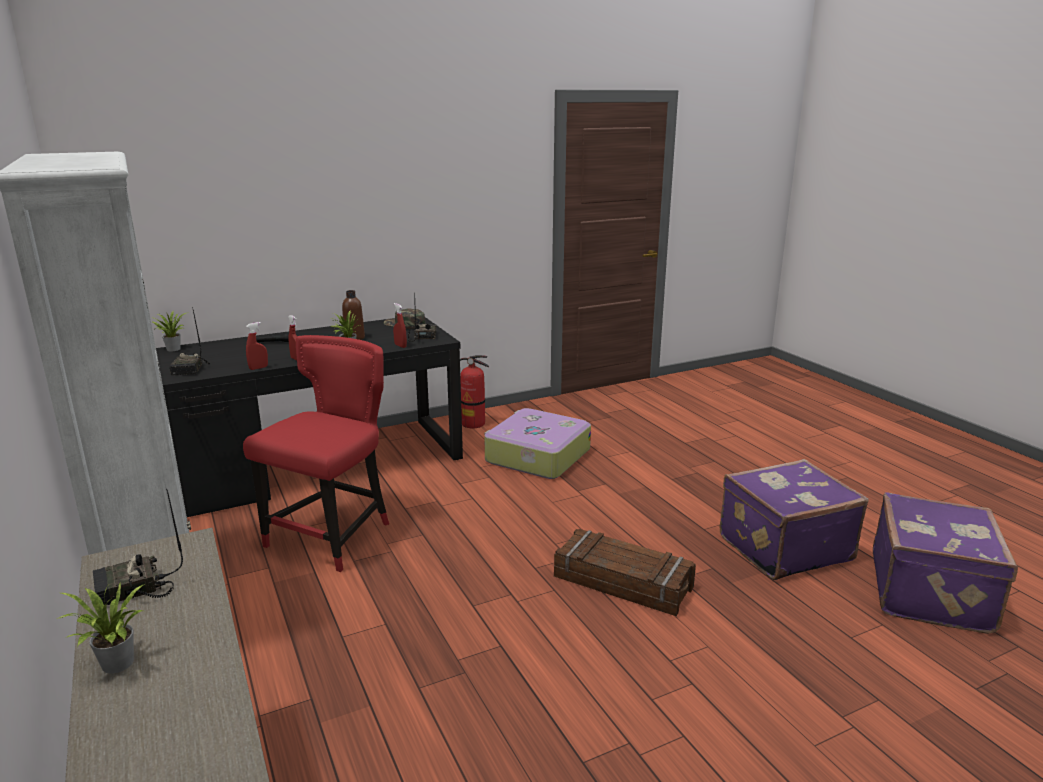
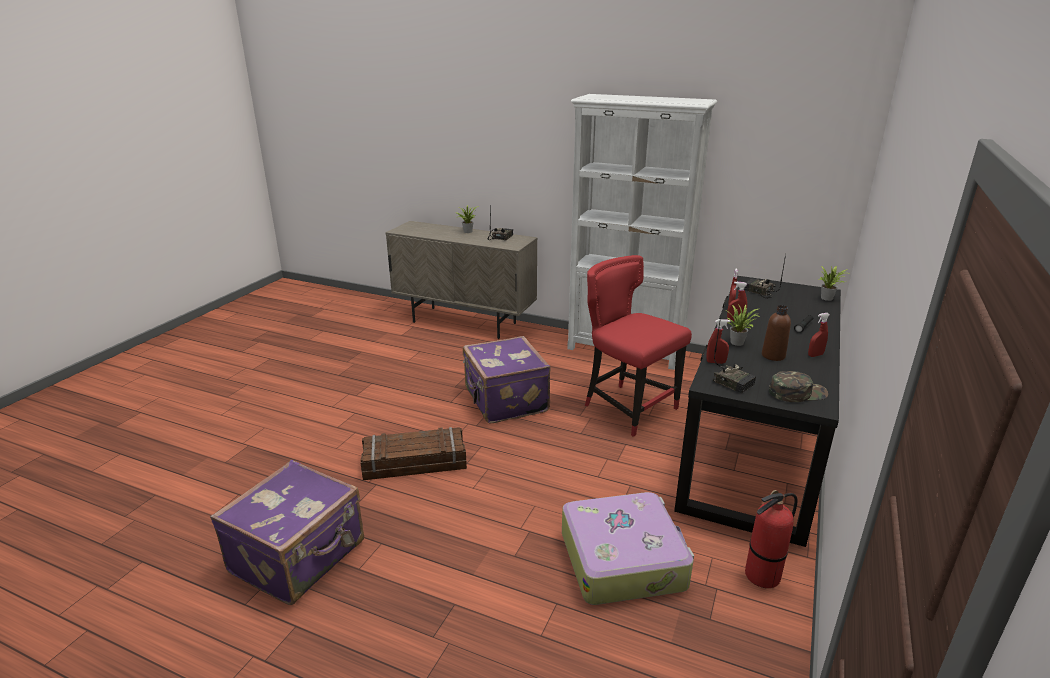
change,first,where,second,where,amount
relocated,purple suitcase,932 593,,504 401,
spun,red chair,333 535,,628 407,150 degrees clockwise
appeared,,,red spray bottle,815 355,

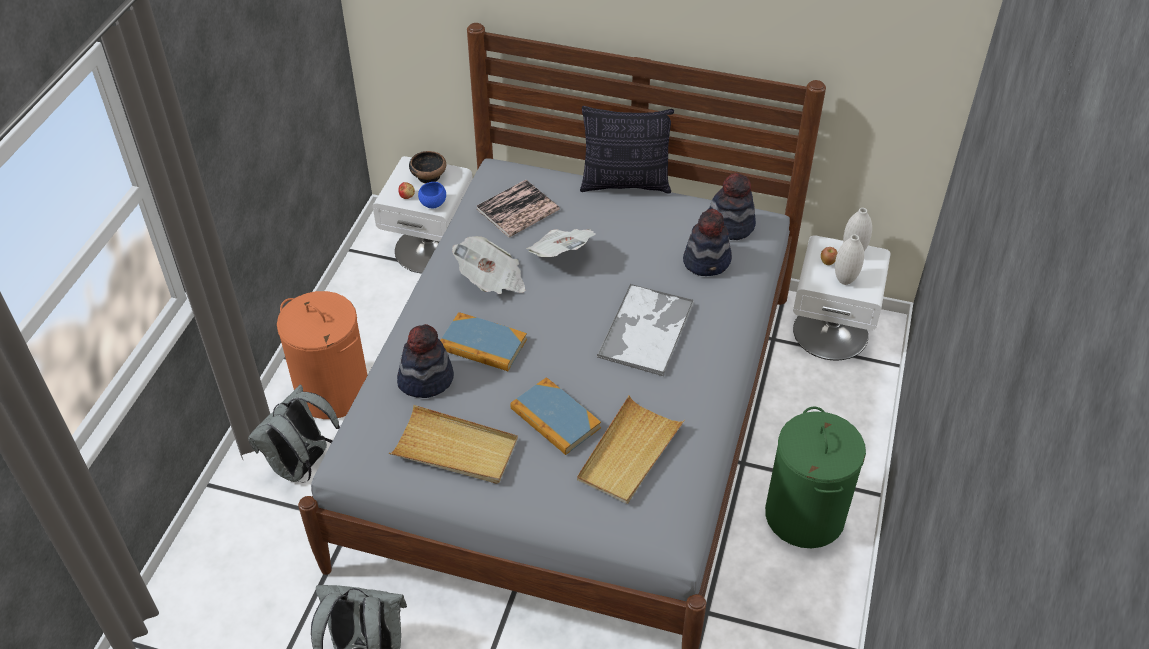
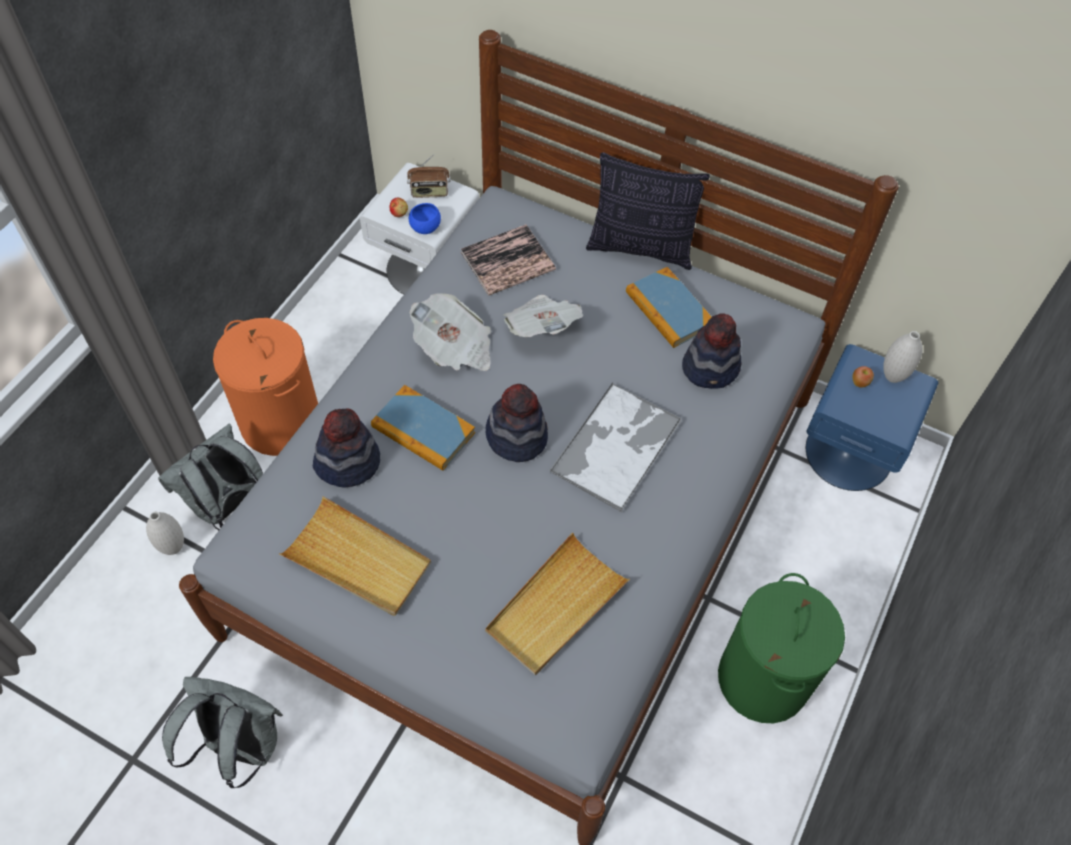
change,first,where,second,where,amount
relocated,white vase,845 280,,173 547,
exchanged,bowl,429 176,radio,429 192,
relocated,hat,729 225,,516 437,
relocated,book,555 418,,668 310,
colour,white nightstand,830 331,blue nightstand,849 452,

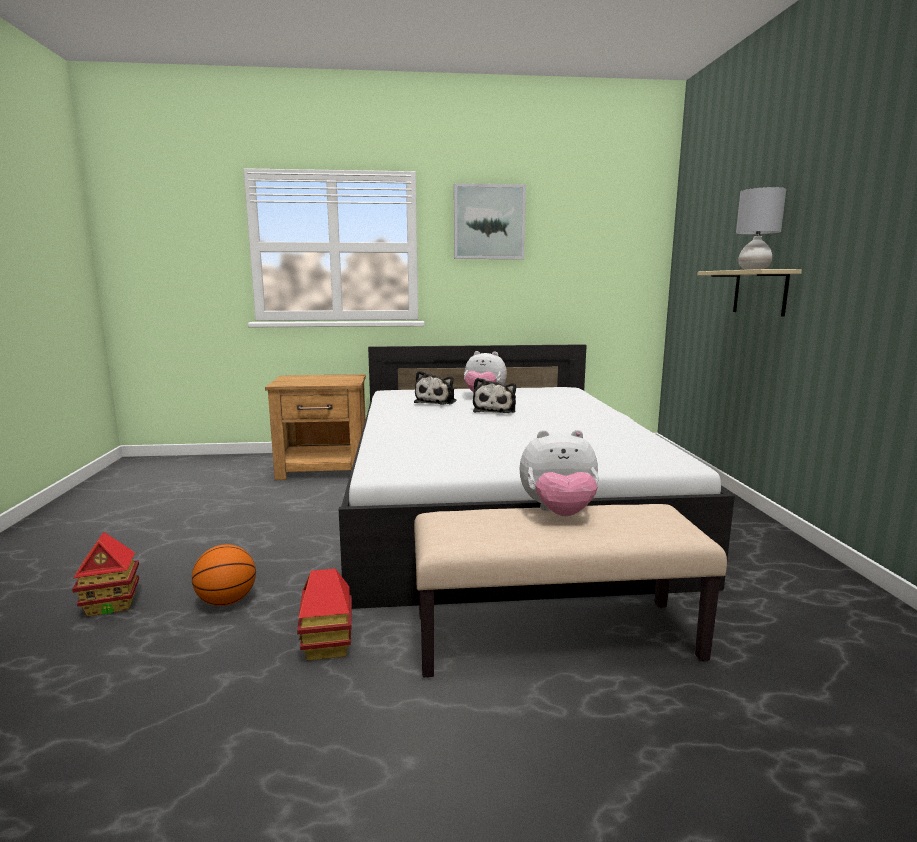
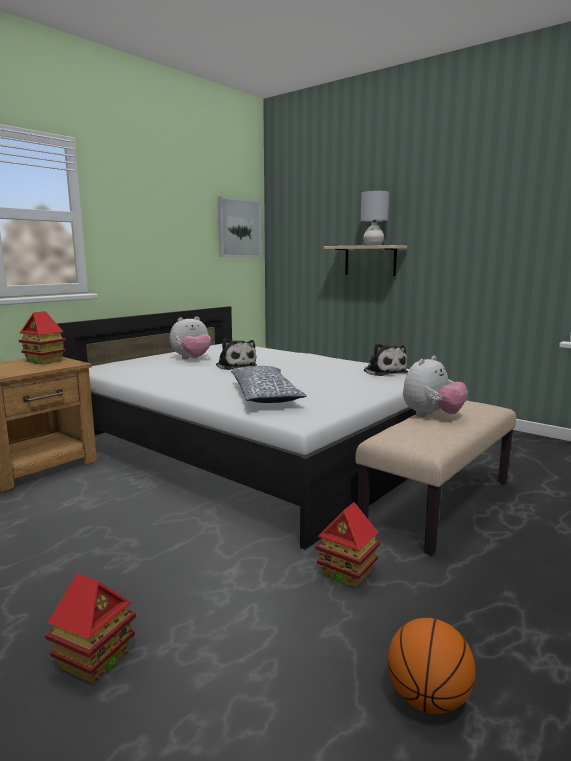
change,first,where,second,where,amount
appeared,,,toy house,45 361,
relocated,picture,489 222,,238 228,
appeared,,,pillow,265 396,
relocated,plush toy,437 402,,384 372,
relocated,basketball,227 601,,427 698,

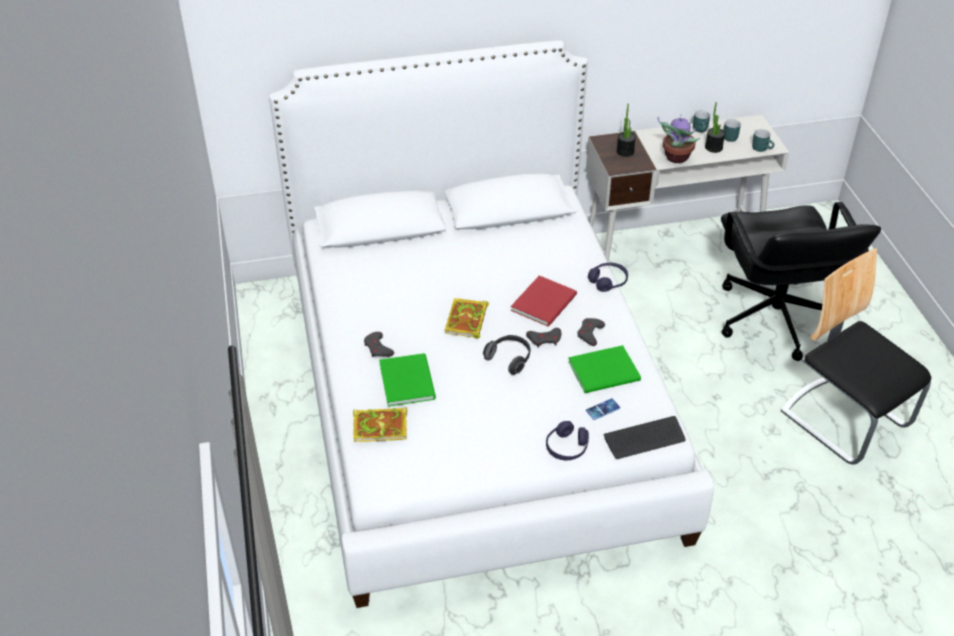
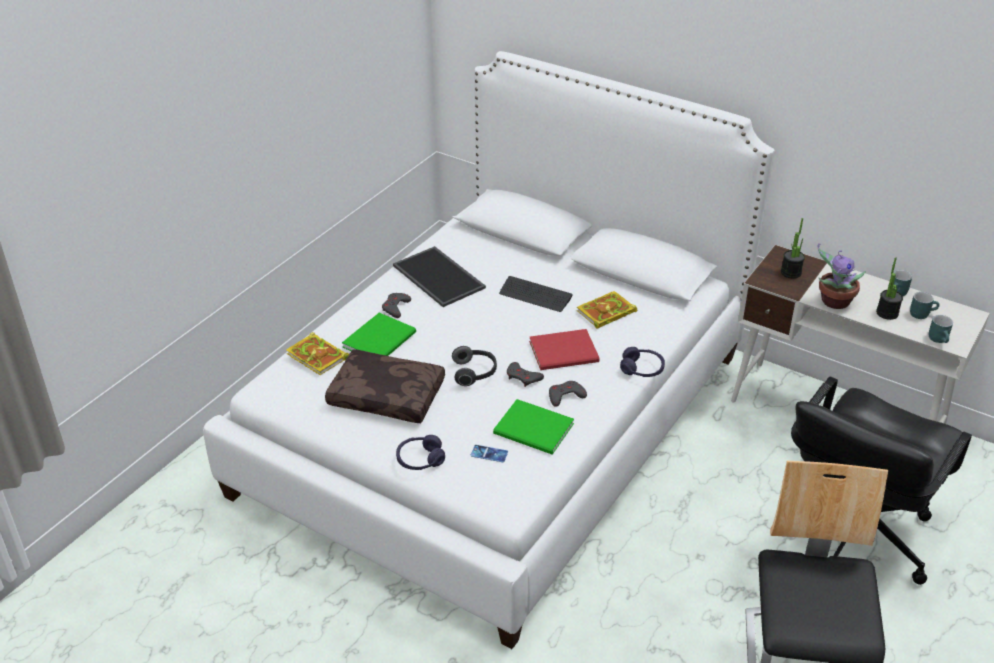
change,first,where,second,where,amount
appeared,,,brown pillow,388 395,
appeared,,,tray,440 277,
relocated,keyboard,644 439,,535 295,
relocated,book,467 321,,605 313,

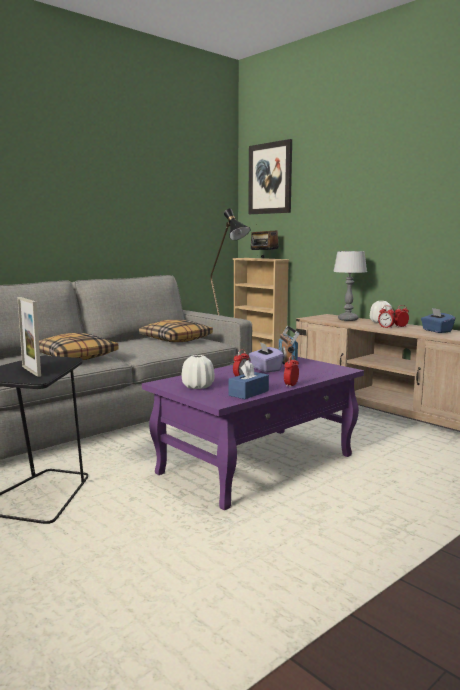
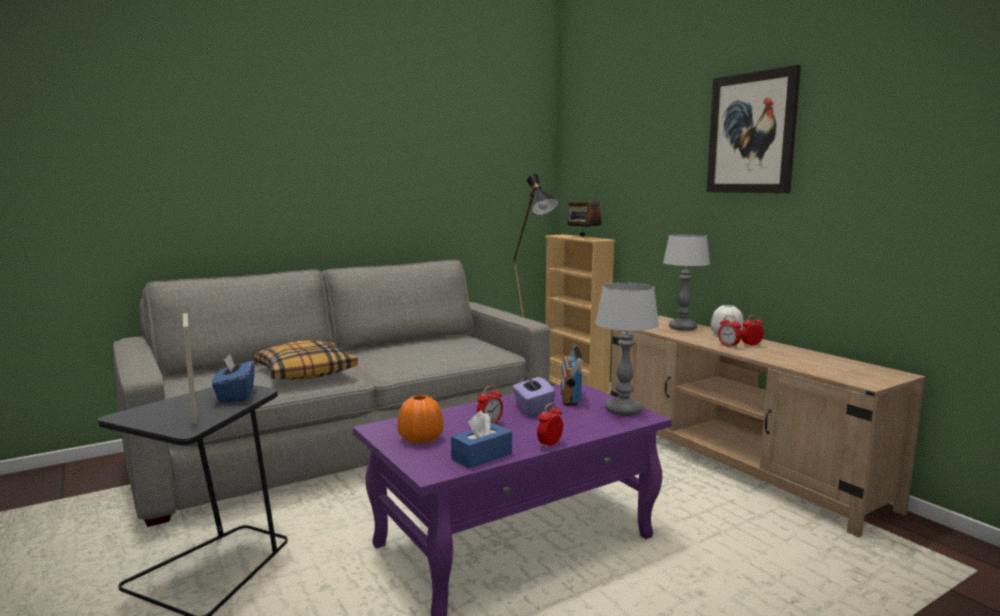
change,first,where,second,where,amount
relocated,blue tissue box,436 331,,235 395,
colour,white vase,198 387,orange vase,420 439,
appeared,,,table lamp,624 411,
relocated,picture,270 178,,751 133,
missing,pillow,175 339,,,

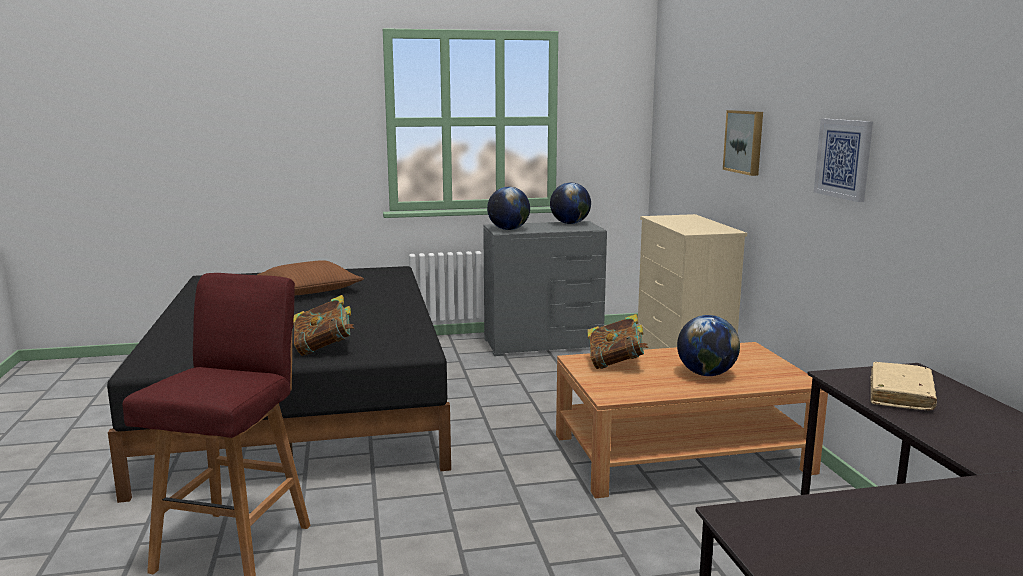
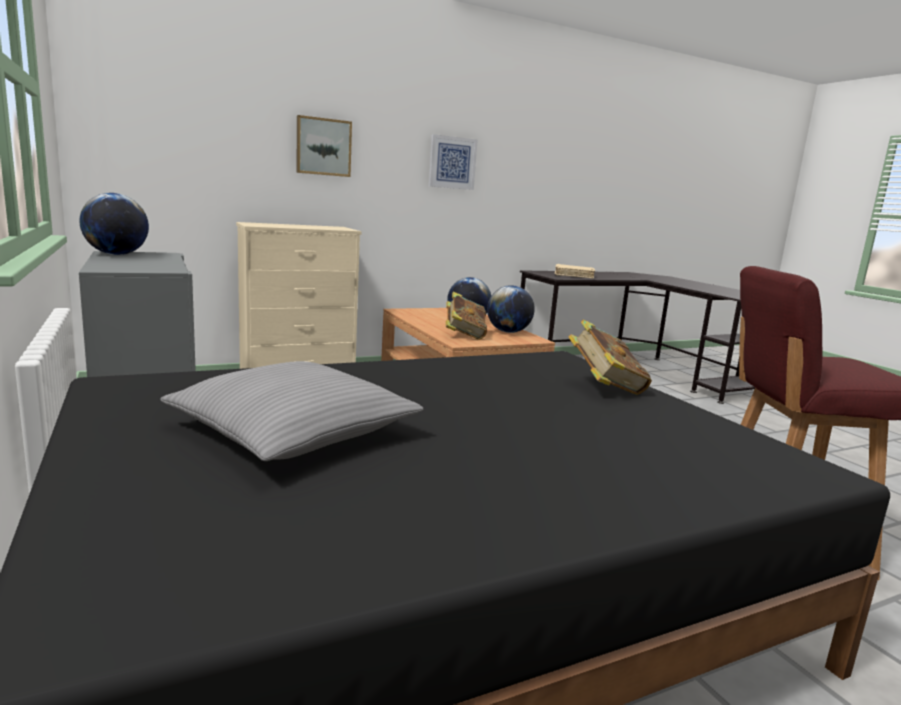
change,first,where,second,where,amount
colour,brown pillow,309 290,grey pillow,294 431,
relocated,globe,508 229,,508 332,

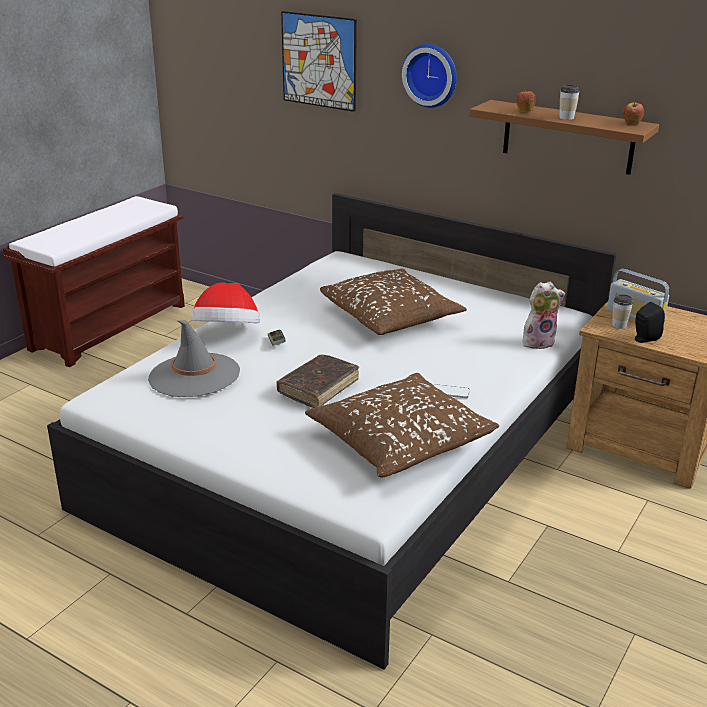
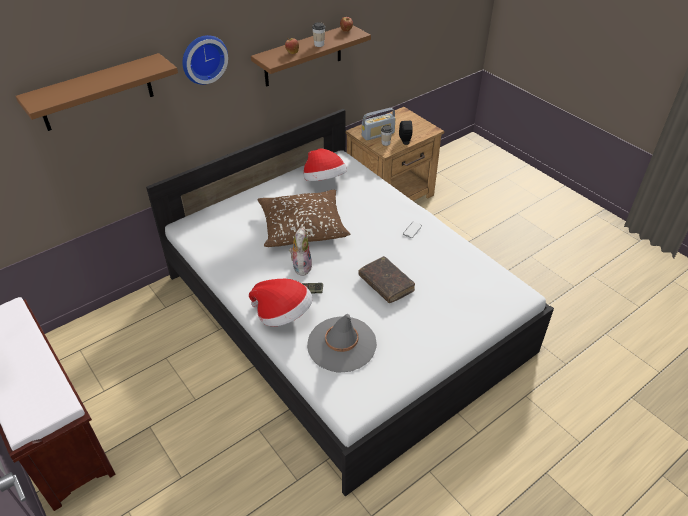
change,first,where,second,where,amount
exchanged,picture,319 61,brown shelf,96 93,
relocated,plush toy,538 342,,301 266,
appeared,,,hat,324 181,
missing,brown pillow,400 440,,,

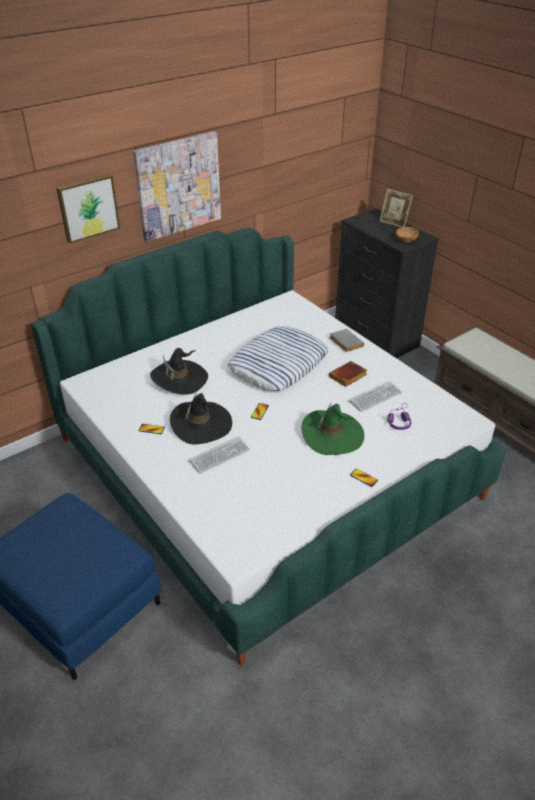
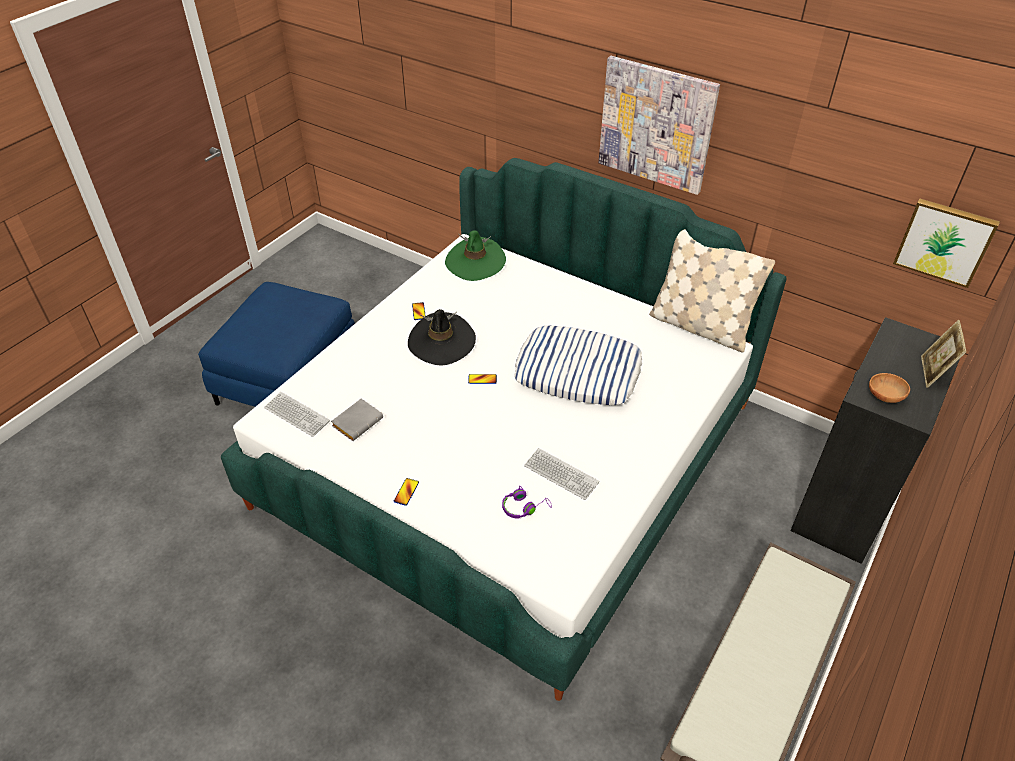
change,first,where,second,where,amount
relocated,keyboard,219 456,,297 415,
relocated,grey book,344 343,,357 421,
relocated,green hat,332 435,,475 262,
appeared,,,beige pillow,700 327,
relocated,picture,88 207,,945 241,
missing,black hat,179 379,,,
missing,brown book,347 377,,,

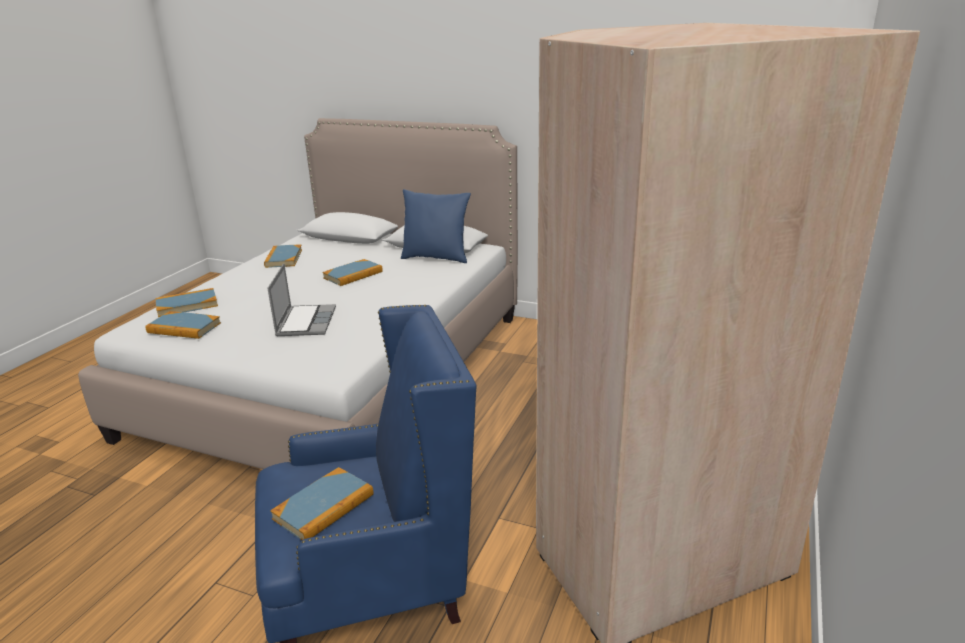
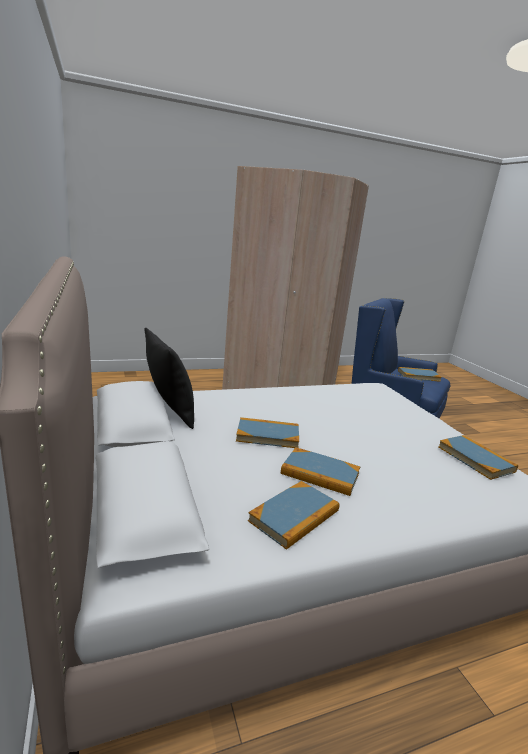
change,first,where,second,where,amount
colour,blue pillow,436 257,black pillow,169 412,
relocated,book,187 305,,320 474,
missing,laptop,305 322,,,

